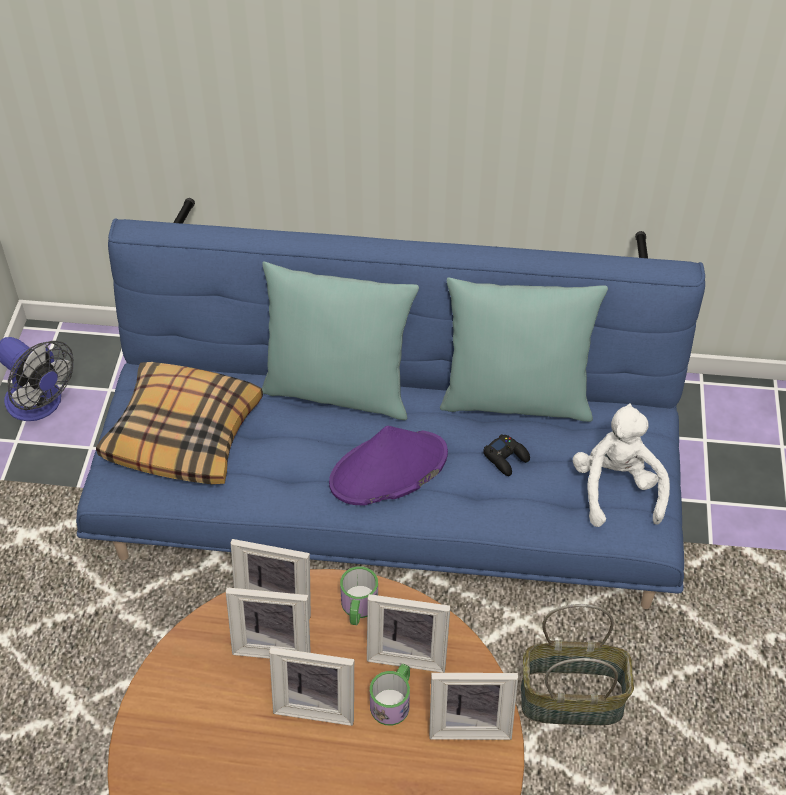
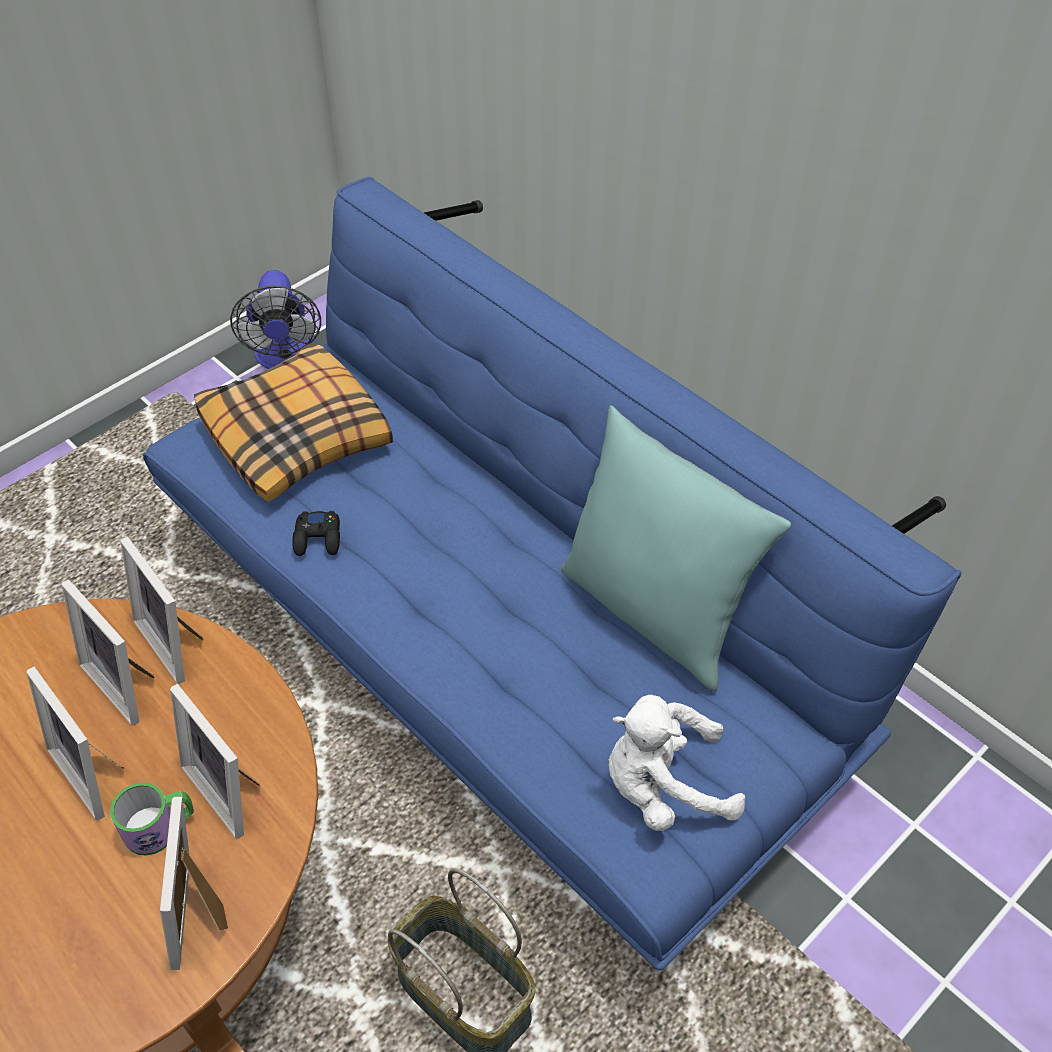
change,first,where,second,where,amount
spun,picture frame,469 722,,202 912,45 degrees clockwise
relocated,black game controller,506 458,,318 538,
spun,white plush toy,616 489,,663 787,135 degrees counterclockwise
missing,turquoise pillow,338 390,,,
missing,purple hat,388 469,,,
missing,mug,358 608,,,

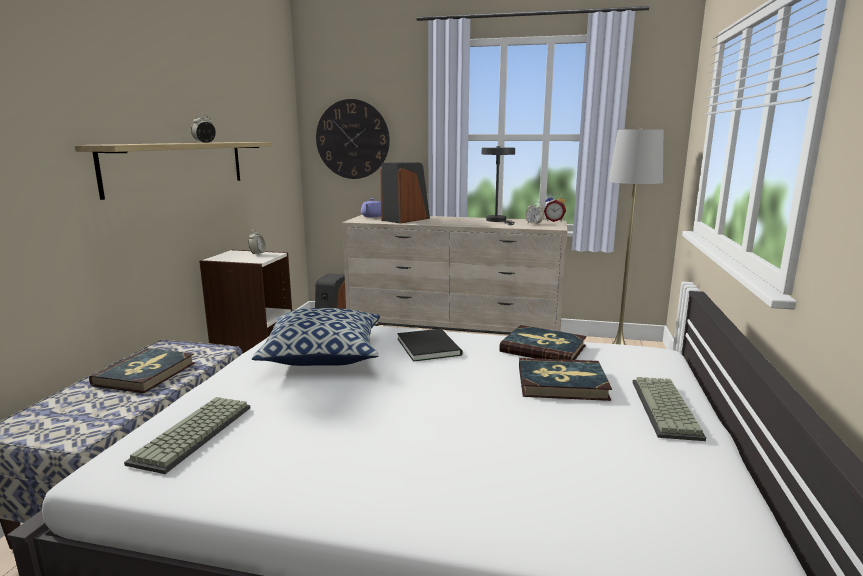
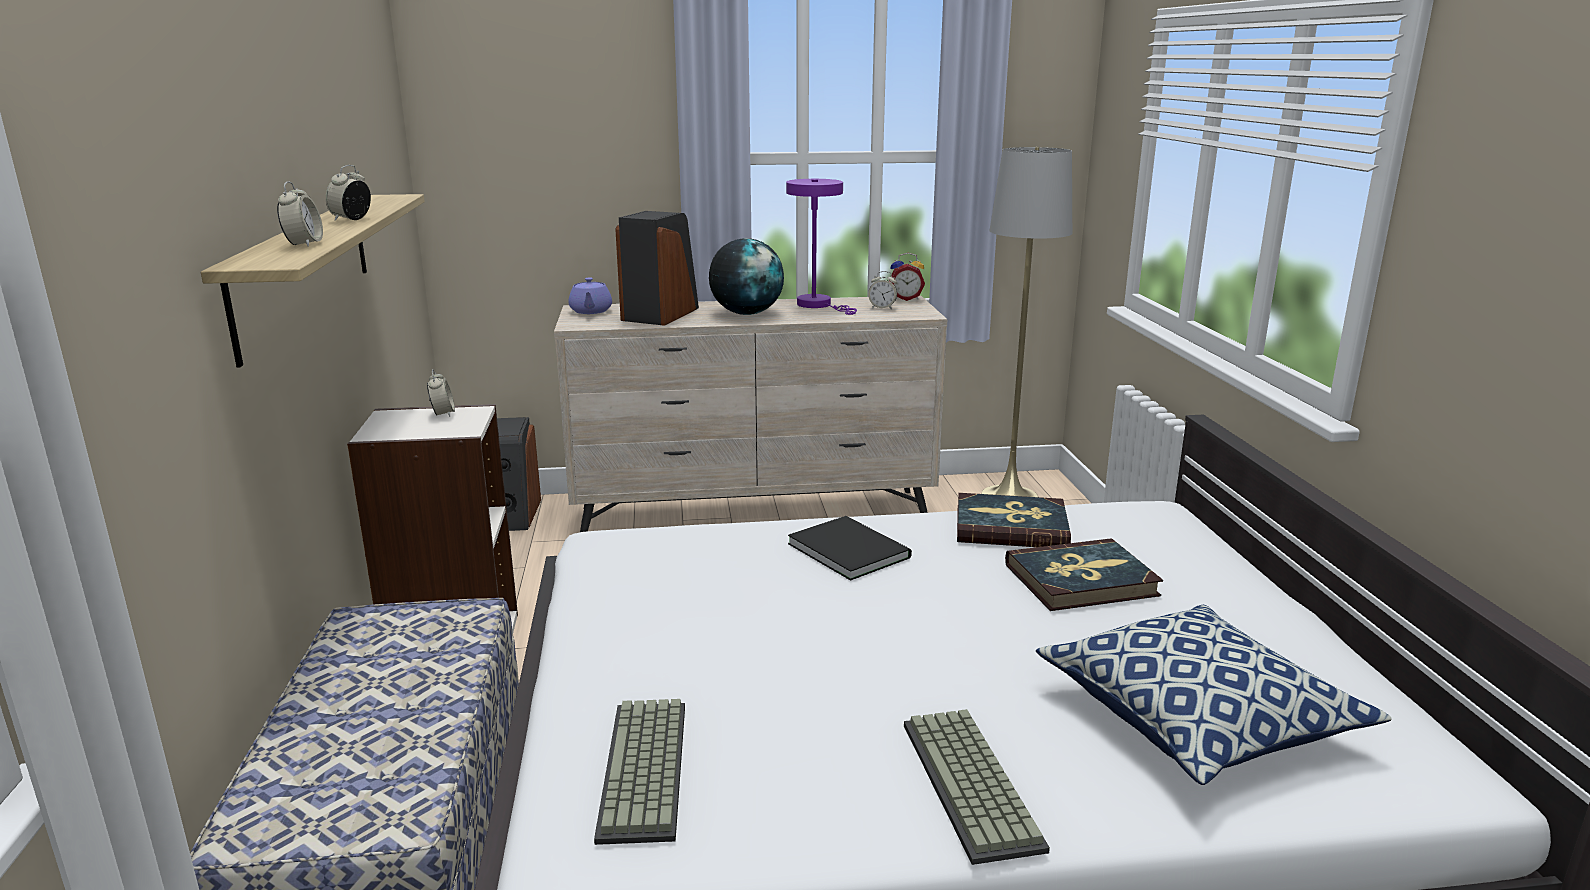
change,first,where,second,where,amount
appeared,,,alarm clock,304 244,
appeared,,,globe,747 313,
colour,grey table lamp,498 221,purple table lamp,818 305,
relocated,keyboard,667 409,,974 785,
relocated,pillow,323 355,,1197 720,
missing,book,146 374,,,
missing,wall clock,352 139,,,

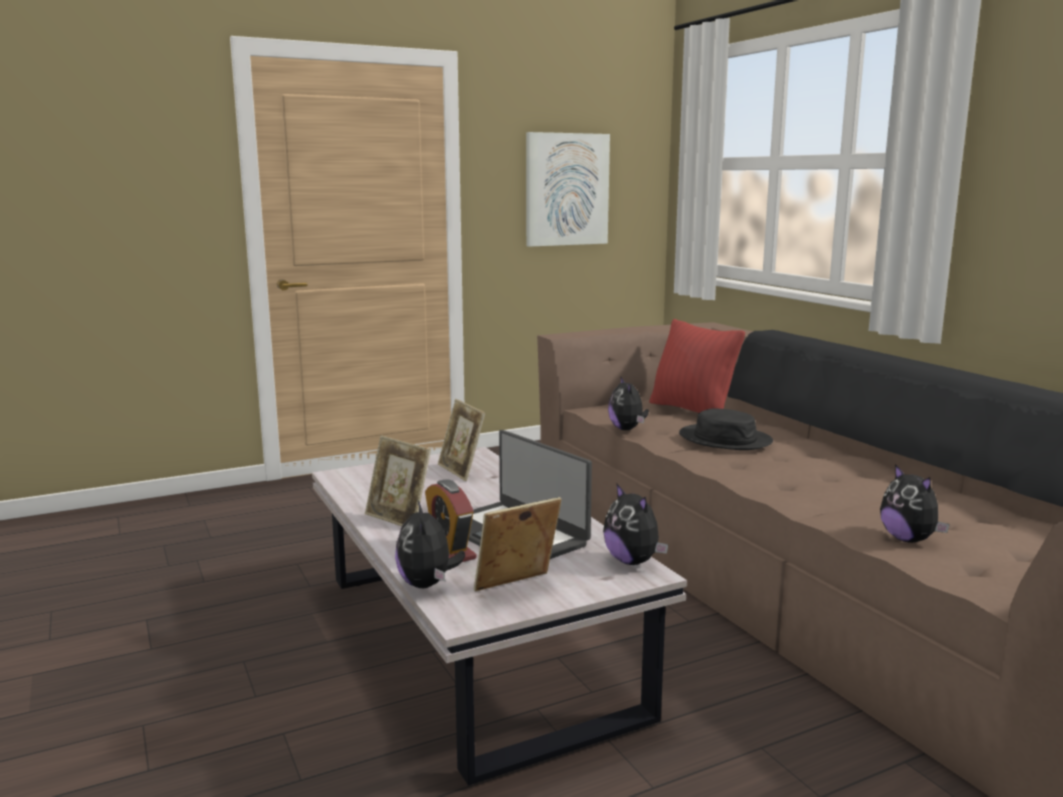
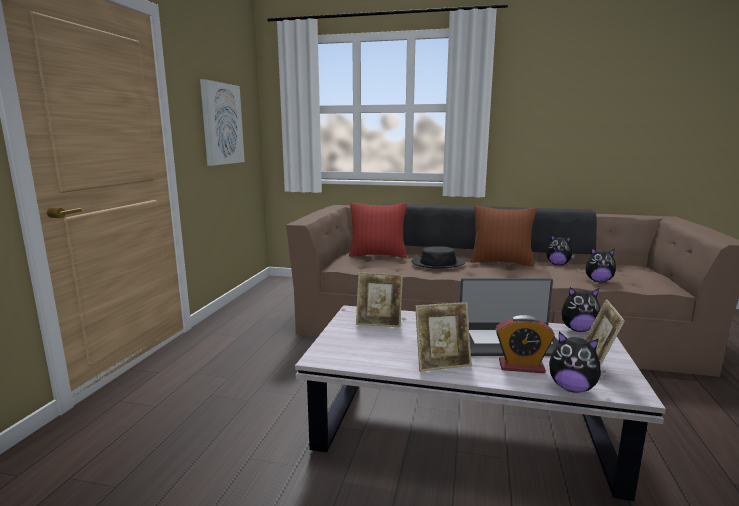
change,first,where,second,where,amount
appeared,,,brown pillow,501 262,
relocated,plush toy,627 429,,558 264,

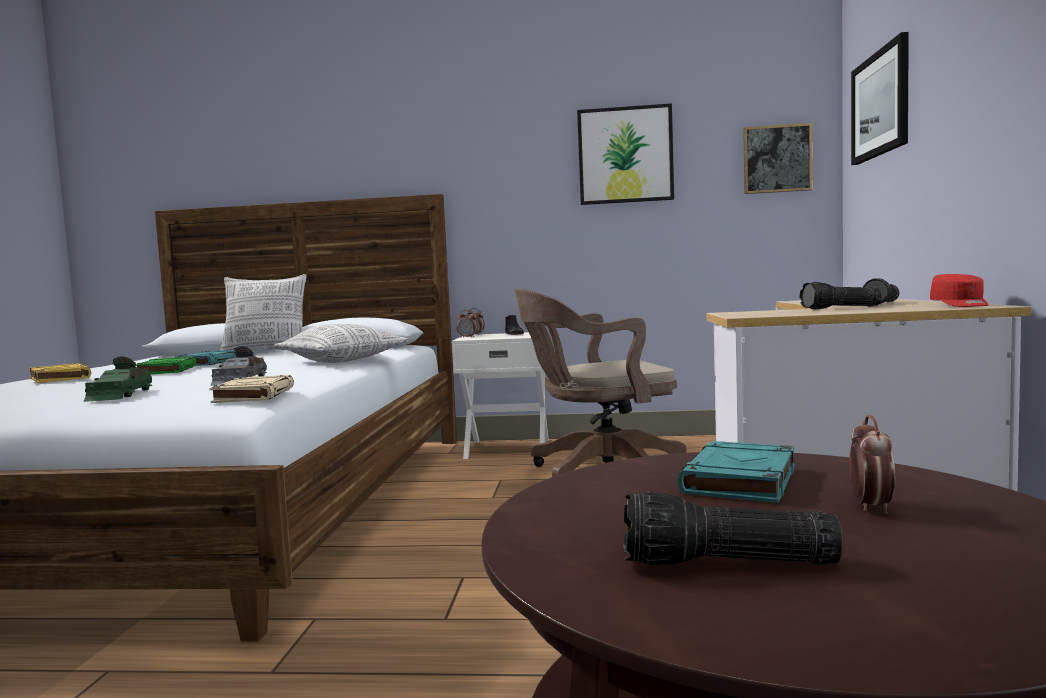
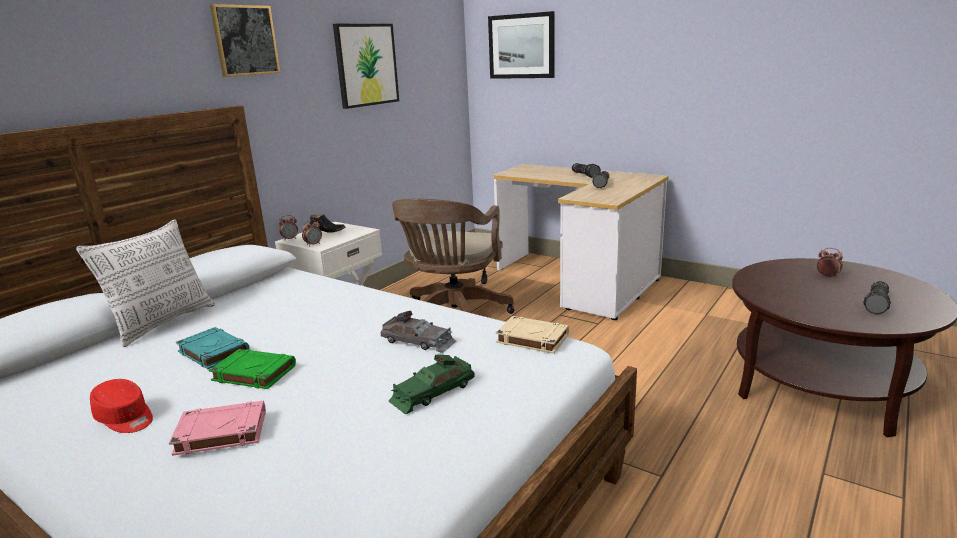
change,first,where,second,where,amount
relocated,red cap,960 305,,125 418,
colour,yellow book,60 378,pink book,220 433,
relocated,picture,777 159,,245 40,
spun,green toy car,120 395,,432 392,120 degrees clockwise
missing,pillow,343 361,,,
missing,turquoise book,740 481,,,

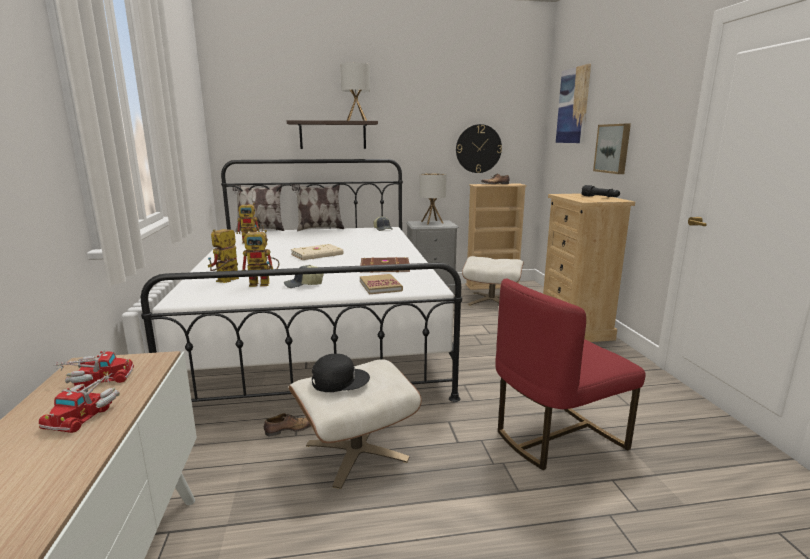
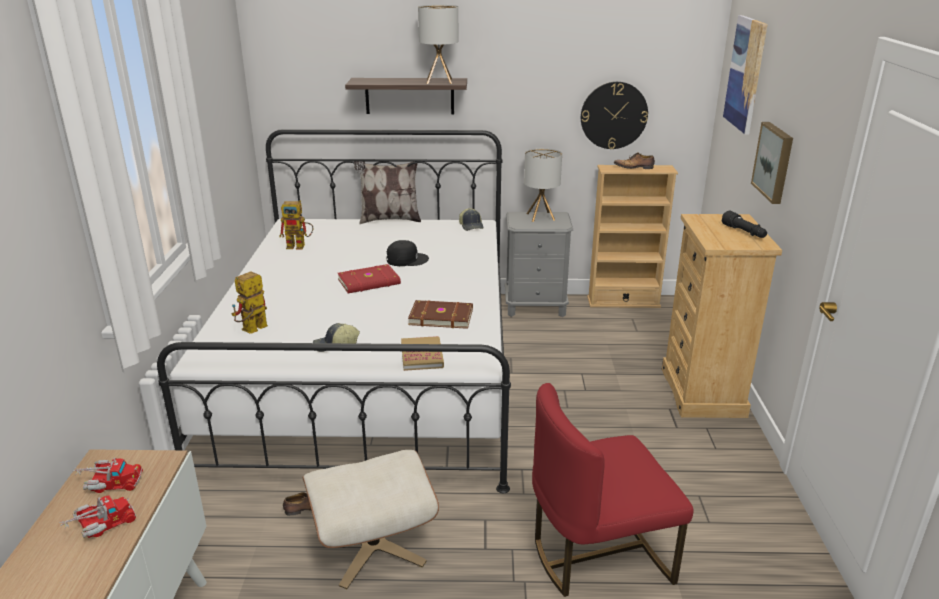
change,first,where,second,where,amount
spun,toy truck,86 412,,100 525,150 degrees counterclockwise
colour,beige book,317 255,red book,369 282,
relocated,black cap,339 380,,406 259,
missing,pillow,260 230,,,
missing,toy robot,264 283,,,
missing,beige ottoman,491 300,,,

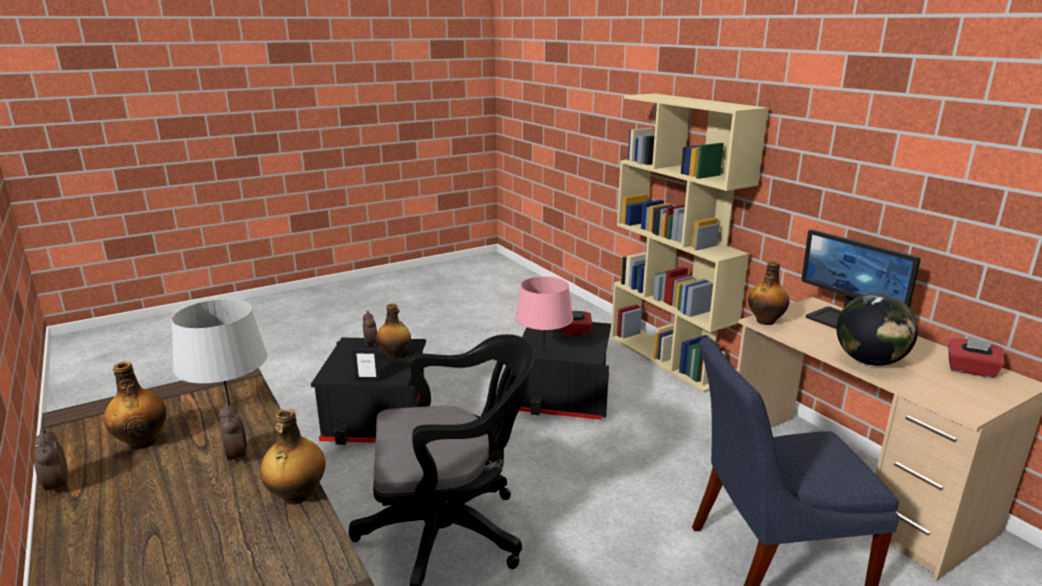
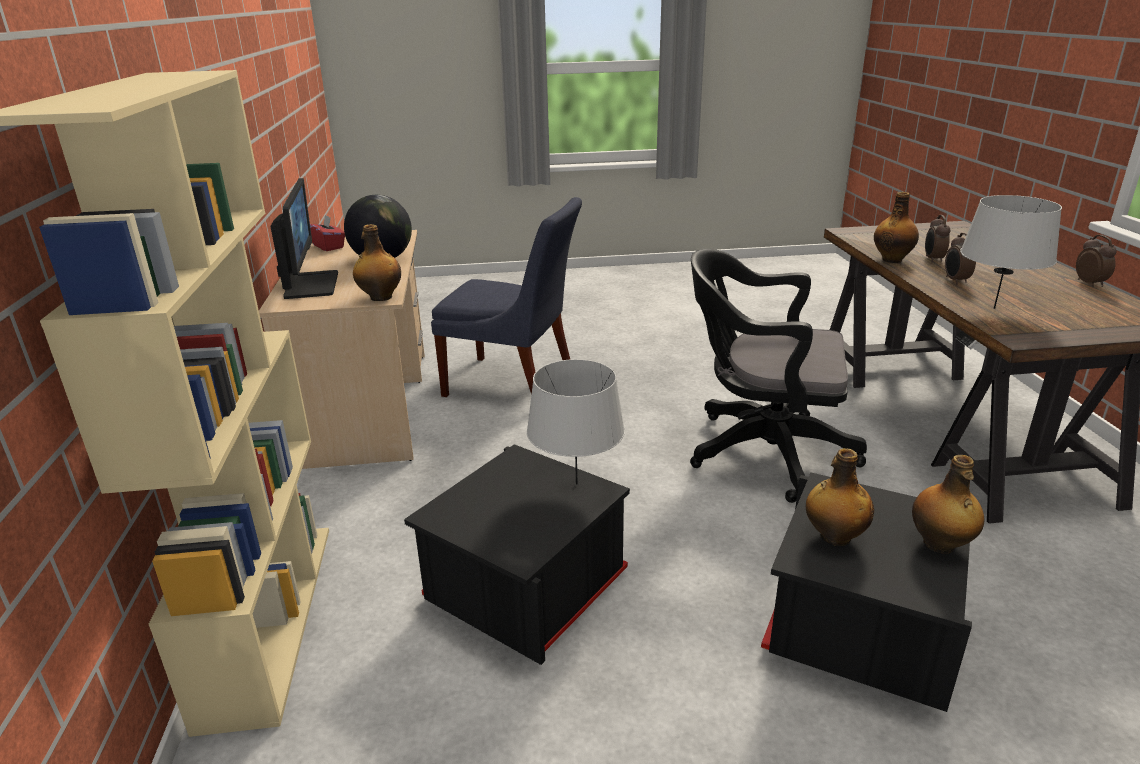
change,first,where,second,where,amount
colour,pink table lamp,543 351,grey table lamp,576 484,
relocated,bottle,142 441,,939 545,
relocated,alarm clock,371 344,,932 259,
missing,picture frame,368 379,,,
missing,red tissue box,575 332,,,

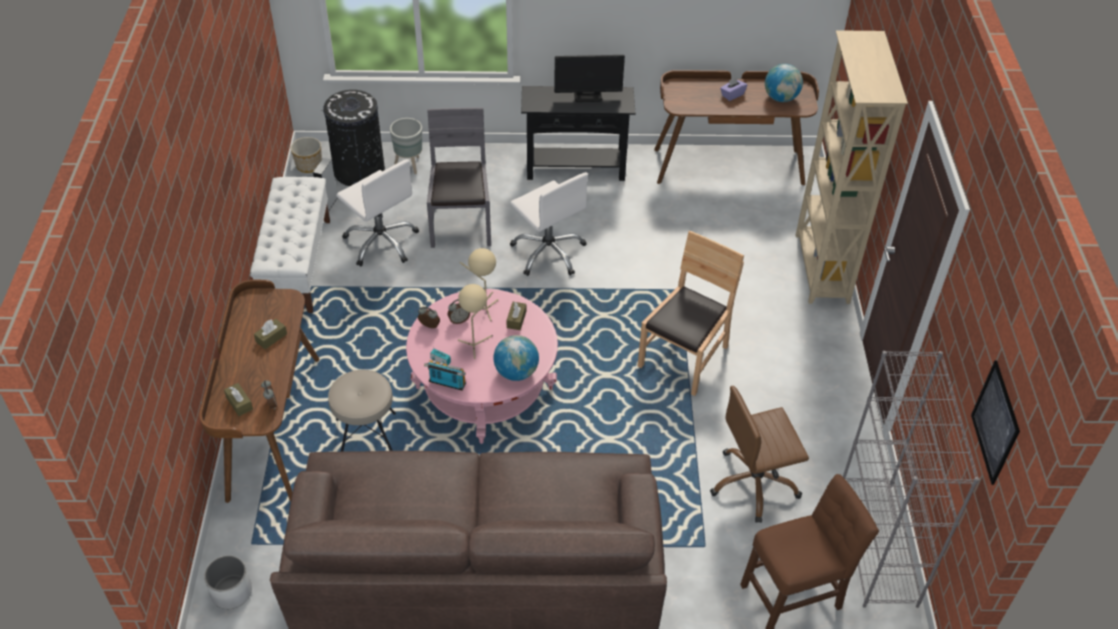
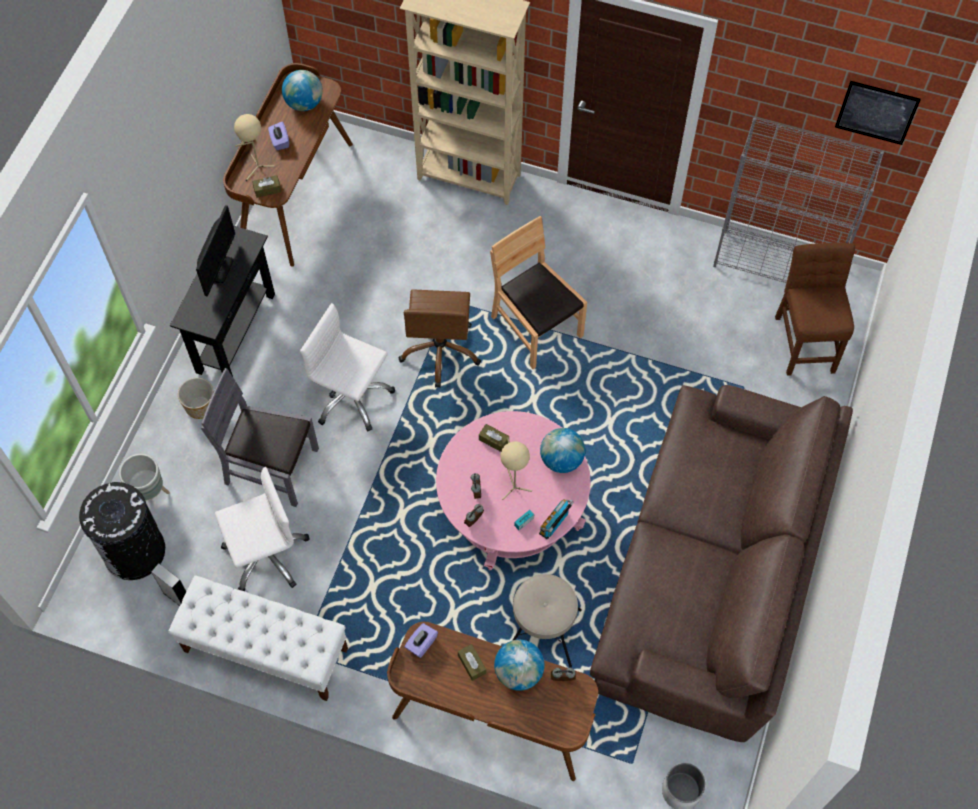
change,first,where,second,where,amount
relocated,planter,309 165,,200 406,
relocated,beige table lamp,483 308,,256 168,
relocated,brown tissue box,239 403,,267 189,
spun,white office chair,548 252,,351 397,135 degrees counterclockwise
relocated,brown office chair,754 484,,441 351,
appeared,,,purple tissue box,421 644,
appeared,,,globe,519 672,

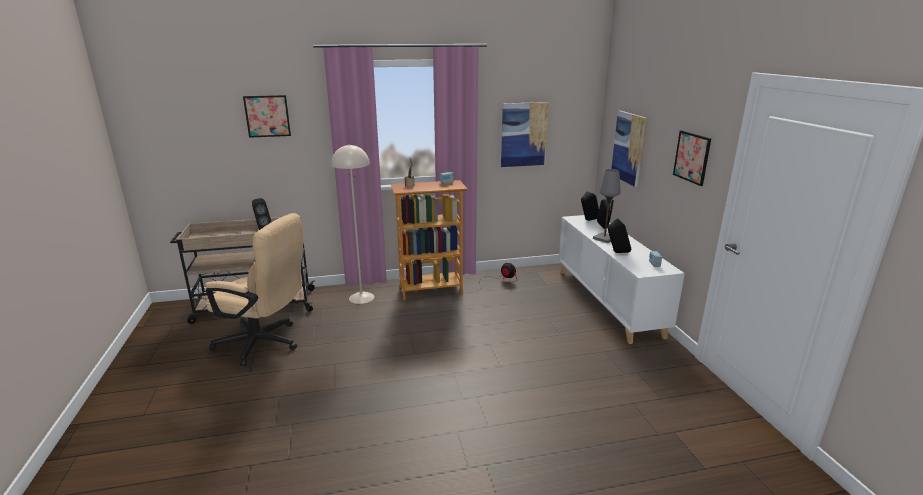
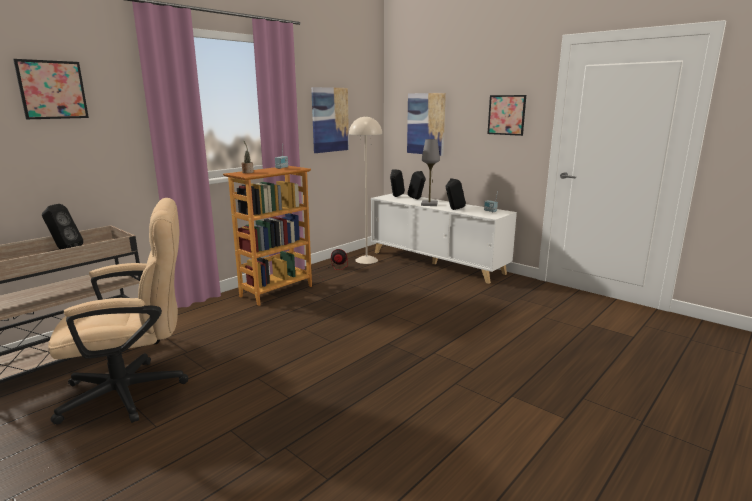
change,first,where,second,where,amount
relocated,beige floor lamp,361 297,,366 260,

